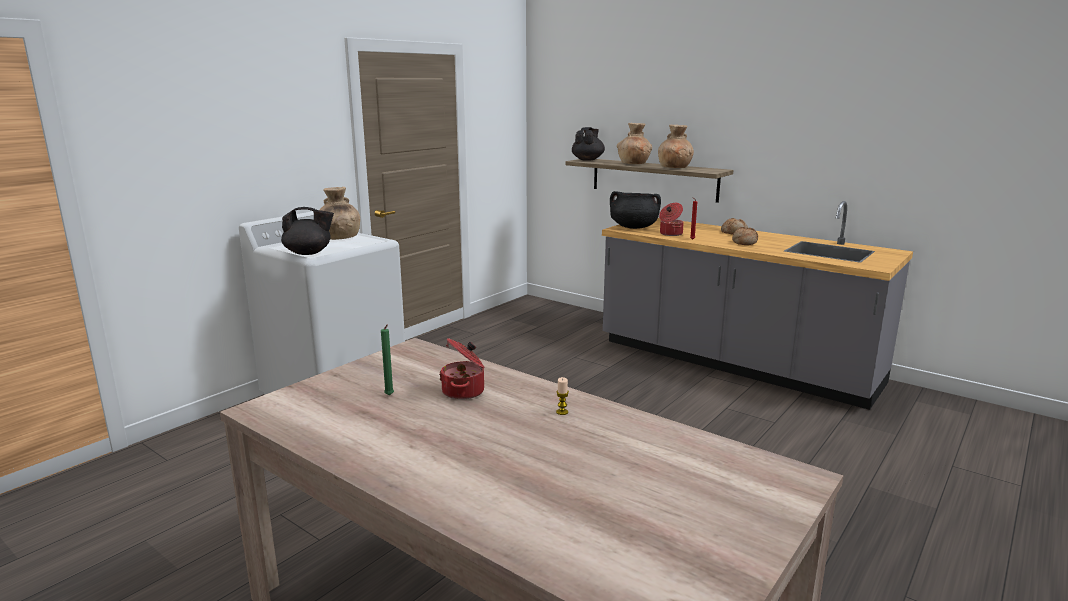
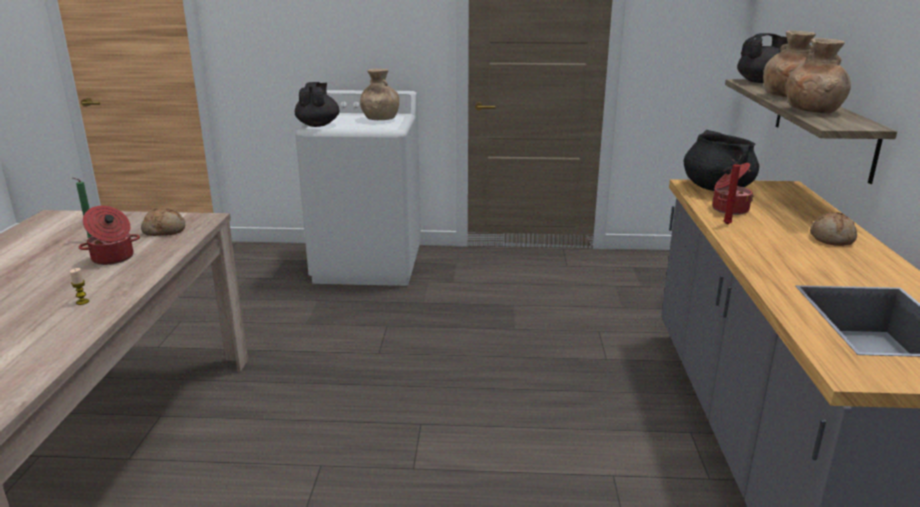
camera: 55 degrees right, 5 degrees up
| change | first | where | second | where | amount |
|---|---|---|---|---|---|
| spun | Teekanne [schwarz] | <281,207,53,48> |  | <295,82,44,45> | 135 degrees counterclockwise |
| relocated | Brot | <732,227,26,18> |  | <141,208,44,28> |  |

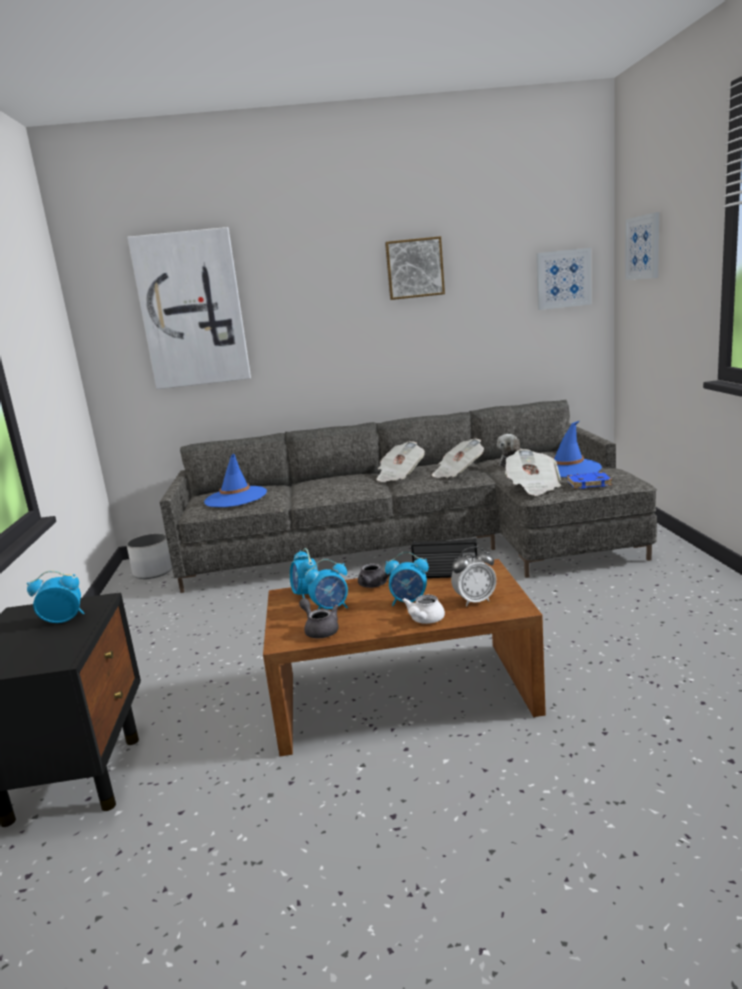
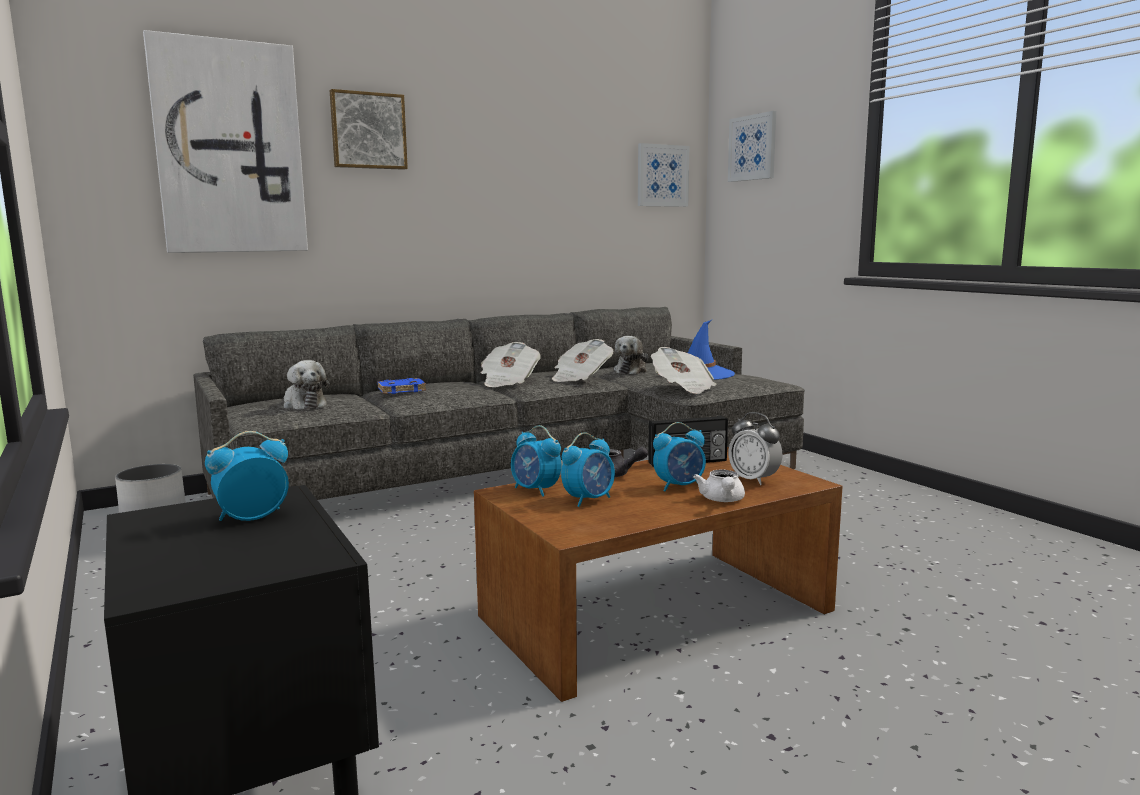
camera: 25 degrees left, 5 degrees down
| change | first | where | second | where | amount |
|---|---|---|---|---|---|
| relocated | Bild | <385,236,60,64> |  | <329,89,79,81> |  |
| exchanged | Hut [blau] | <204,454,63,53> | Plüschtier | <283,360,47,50> |  |
| relocated | Buch [blau] | <567,472,45,17> |  | <378,378,48,16> |  |
| spun | Wecker | <451,547,45,59> |  | <728,412,54,73> | 90 degrees clockwise |
| missing | Teekanne [grau] | <299,598,40,41> |  |  |  |

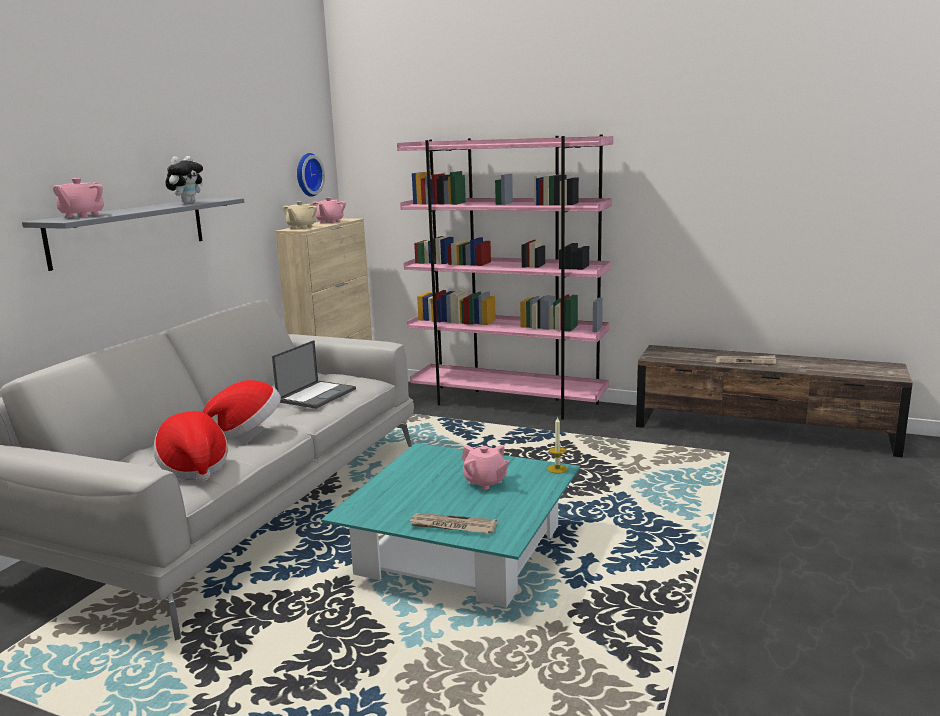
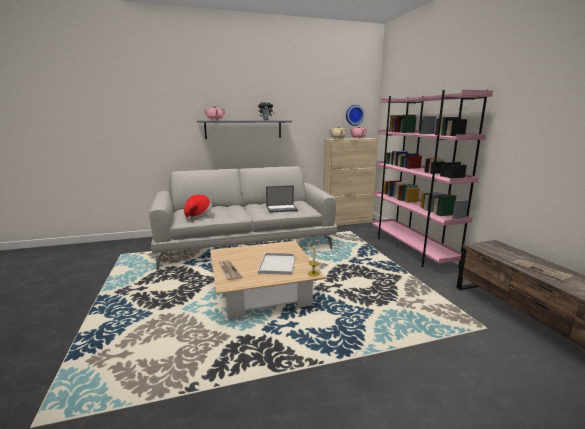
camera: 50 degrees right, 0 degrees up
| change | first | where | second | where | amount |
|---|---|---|---|---|---|
| missing | Hut | <203,380,78,58> |  |  |  |
| colour | Couchtisch [türkis] | <321,443,259,165> | Couchtisch [beige] | <210,241,116,78> |  |
| exchanged | Teekanne [rosa] | <462,445,47,45> | Tablett [weiß] | <258,253,37,22> |  |

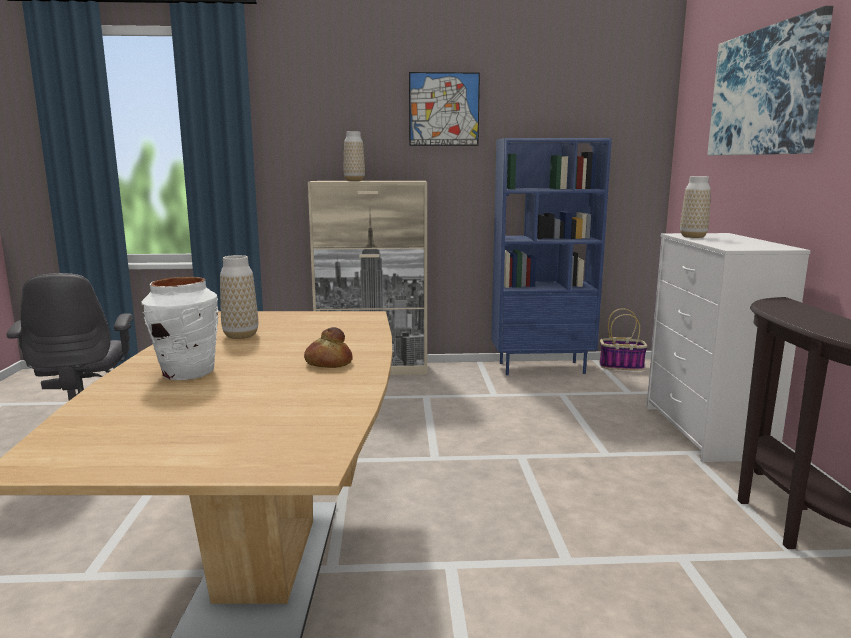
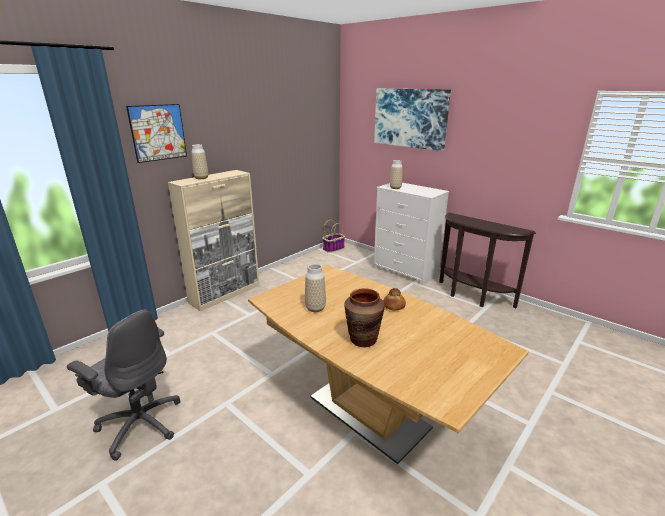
camera: 45 degrees left, 10 degrees up
| change | first | where | second | where | amount |
|---|---|---|---|---|---|
| relocated | Bild | <409,72,71,74> |  | <126,104,61,59> |  |
| missing | Bücherregal [blau] | <491,138,121,237> |  |  |  |
| colour | Vase [weiß] | <141,277,77,103> | Vase [braun] | <344,288,41,59> |  |

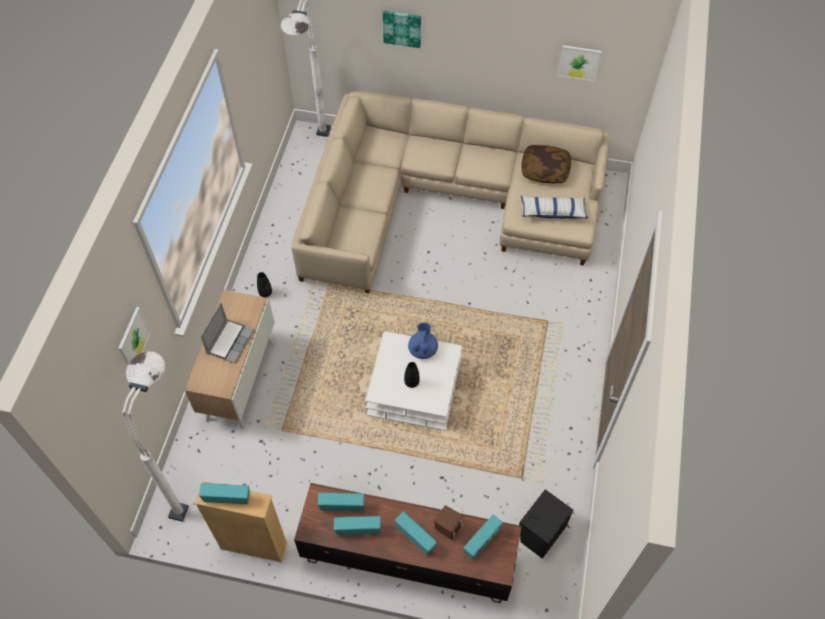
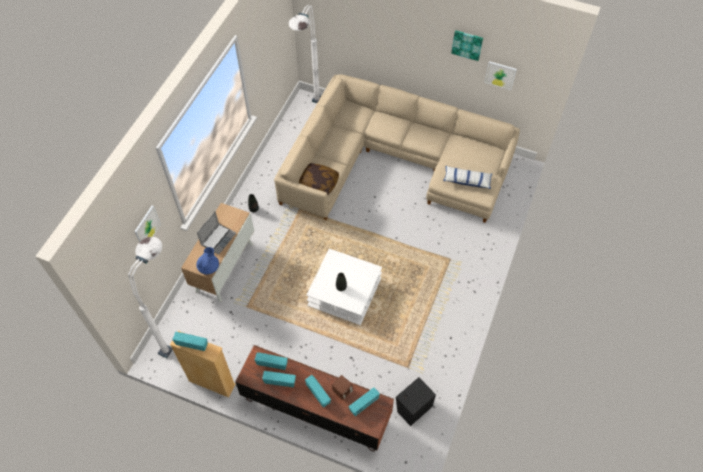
camera: 10 degrees right, 0 degrees up
| change | first | where | second | where | amount |
|---|---|---|---|---|---|
| relocated | Bild | <383,11,38,37> |  | <451,30,32,31> |  |
| relocated | Kissen | <521,145,50,38> |  | <299,163,40,32> |  |
| relocated | Teekanne [blau] | <408,323,30,36> |  | <196,247,23,27> |  |

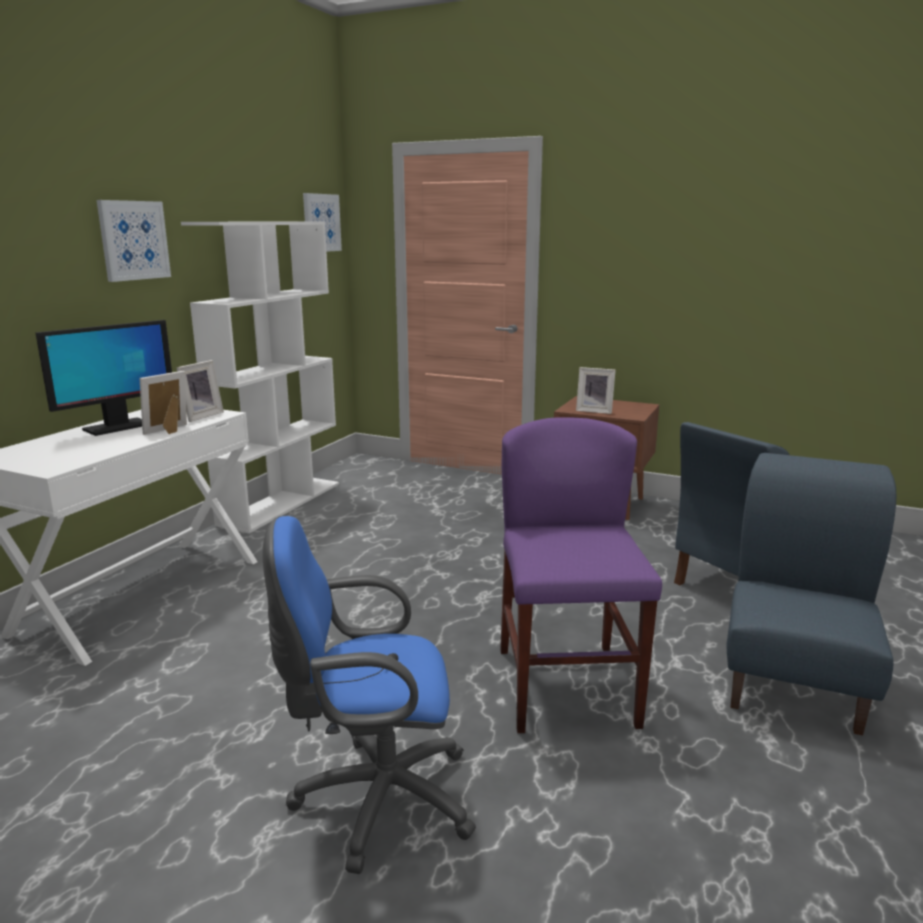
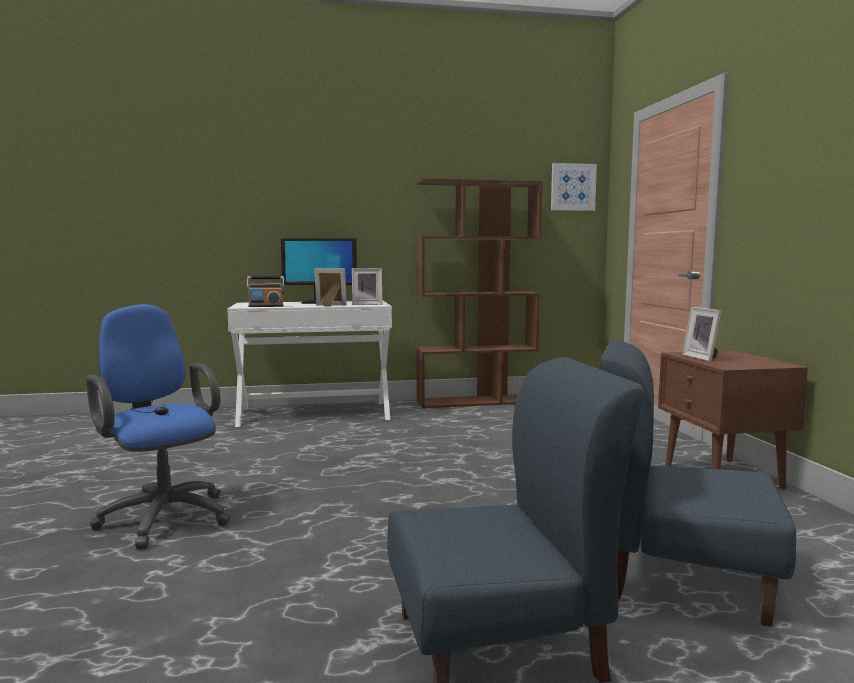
camera: 55 degrees right, 10 degrees down
| change | first | where | second | where | amount |
|---|---|---|---|---|---|
| missing | Bild | <97,200,74,82> |  |  |  |
| colour | Bücherregal [weiß] | <181,222,158,311> | Bücherregal [braun] | <416,178,127,230> |  |
| missing | Stuhl [lila] | <500,417,162,316> |  |  |  |
| appeared |  |  | Radio | <247,276,37,31> |  |

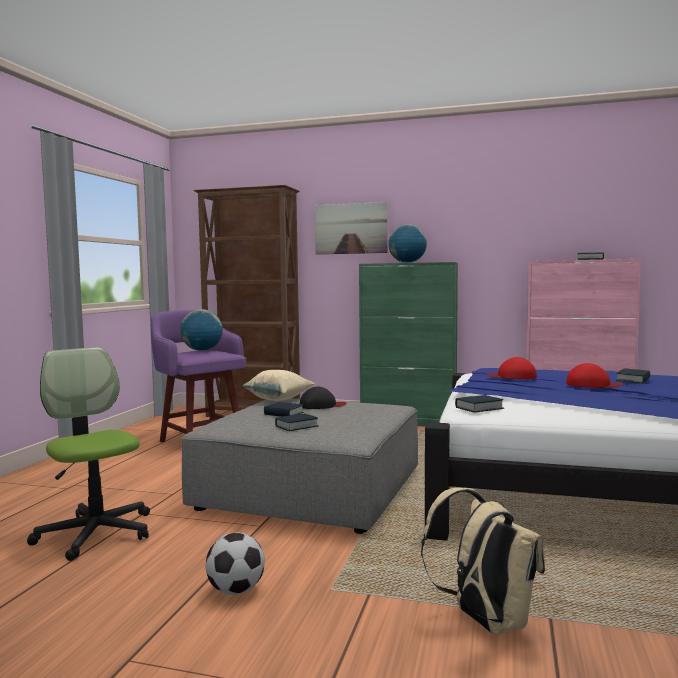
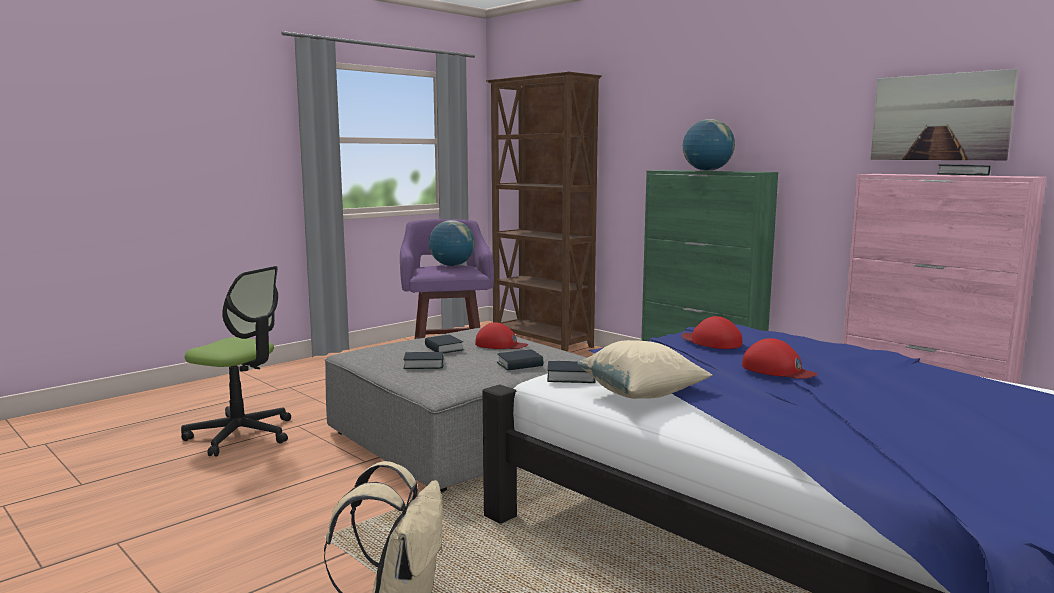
camera: 30 degrees right, 5 degrees up
| change | first | where | second | where | amount |
|---|---|---|---|---|---|
| relocated | Bild | <315,202,73,53> |  | <870,69,148,91> |  |
| spun | Bürostuhl | <27,347,123,214> |  | <181,266,110,190> | 120 degrees clockwise |
| relocated | Buch | <616,368,34,16> |  | <497,349,46,22> |  |
| relocated | Kissen [beige] | <243,370,72,31> |  | <577,340,135,59> |  |
| colour | Kappe [schwarz] | <300,387,46,22> | Kappe [rot] | <475,322,53,27> |  |
| missing | Fußball | <206,533,59,62> |  |  |  |

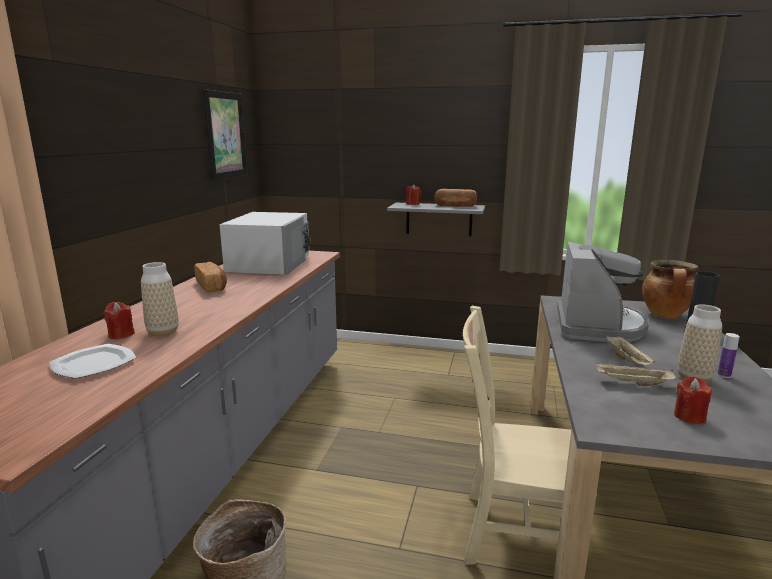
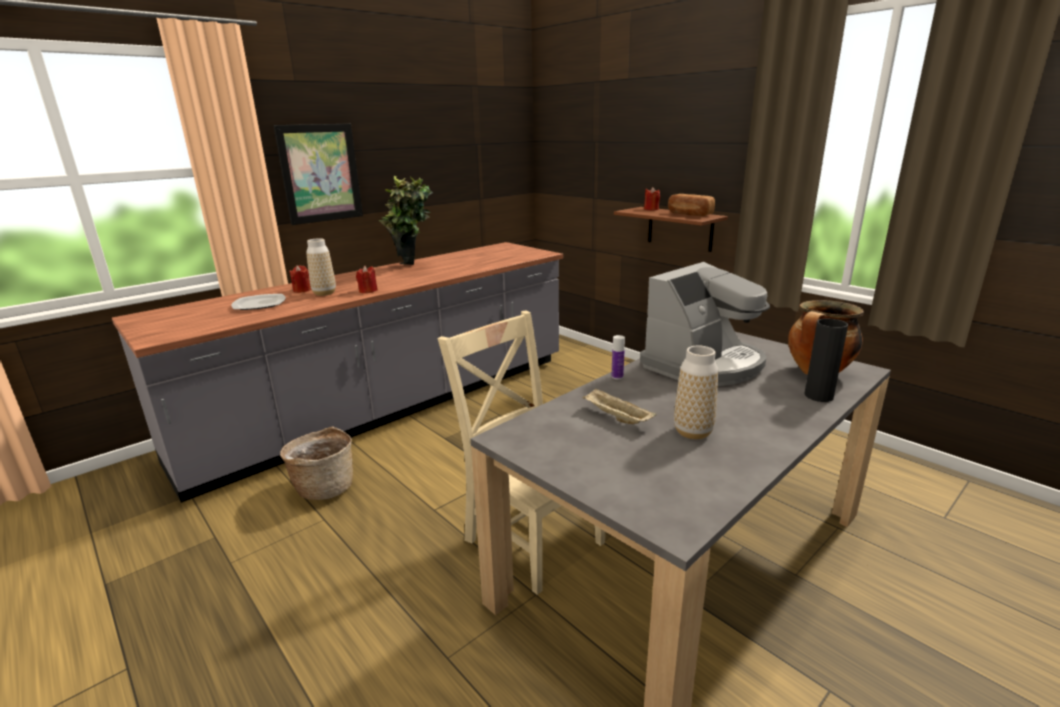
camera: 35 degrees right, 5 degrees up
| change | first | where | second | where | amount |
|---|---|---|---|---|---|
| relocated | Bild | <203,89,44,91> |  | <273,124,90,101> |  |
| colour | Wandregal [grau] | <387,203,98,34> | Wandregal [braun] | <614,207,114,45> |  |
| missing | Mikrowelle [weiß] | <219,212,92,63> |  |  |  |
| exchanged | Brot | <194,262,33,31> | Topfpflanze | <379,176,54,89> |  |
| relocated | Flasche | <717,333,23,45> |  | <611,335,14,44> |  |
| missing | Tablett [beige] | <606,336,50,29> |  |  |  |
| relocated | Kerze [rot] | <674,376,38,48> |  | <356,266,22,28> |  |

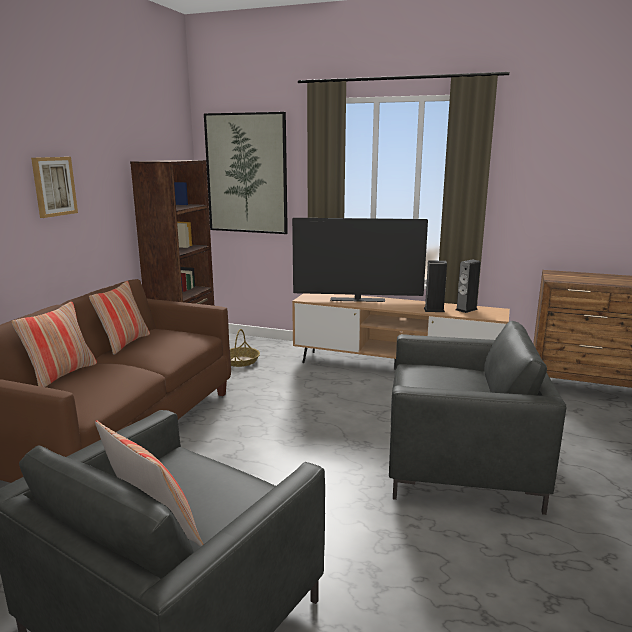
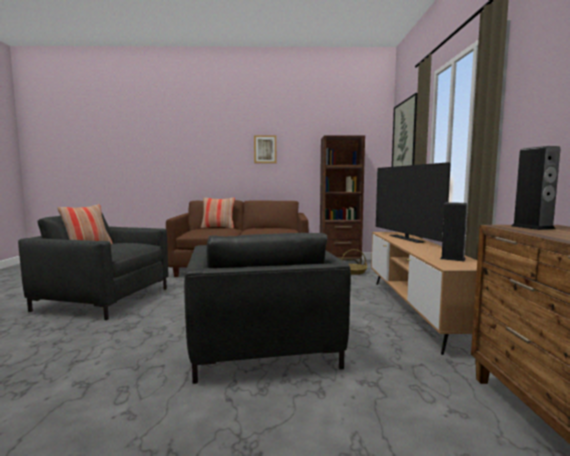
camera: 70 degrees right, 10 degrees down
| change | first | where | second | where | amount |
|---|---|---|---|---|---|
| relocated | Lautsprecher | <424,260,23,52> |  | <511,146,49,84> |  |
| missing | Kissen | <89,281,61,74> |  |  |  |

